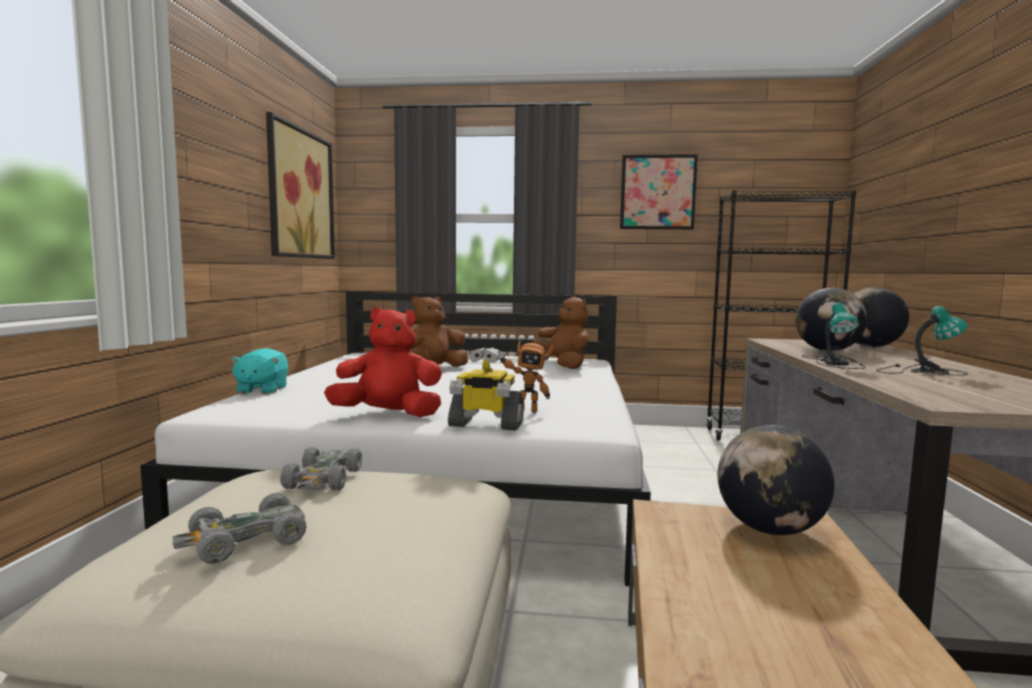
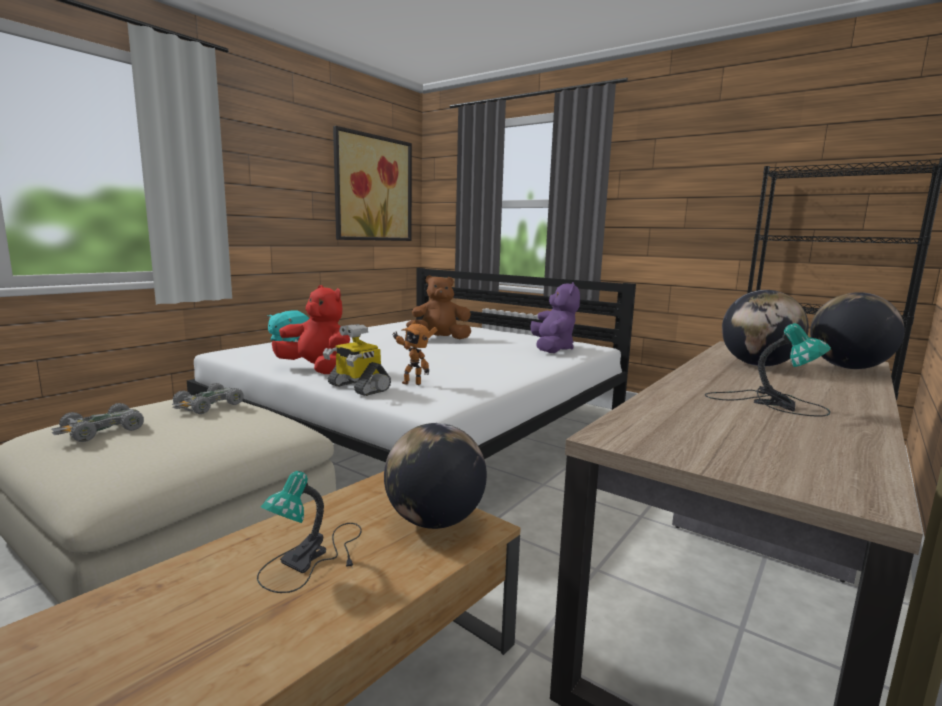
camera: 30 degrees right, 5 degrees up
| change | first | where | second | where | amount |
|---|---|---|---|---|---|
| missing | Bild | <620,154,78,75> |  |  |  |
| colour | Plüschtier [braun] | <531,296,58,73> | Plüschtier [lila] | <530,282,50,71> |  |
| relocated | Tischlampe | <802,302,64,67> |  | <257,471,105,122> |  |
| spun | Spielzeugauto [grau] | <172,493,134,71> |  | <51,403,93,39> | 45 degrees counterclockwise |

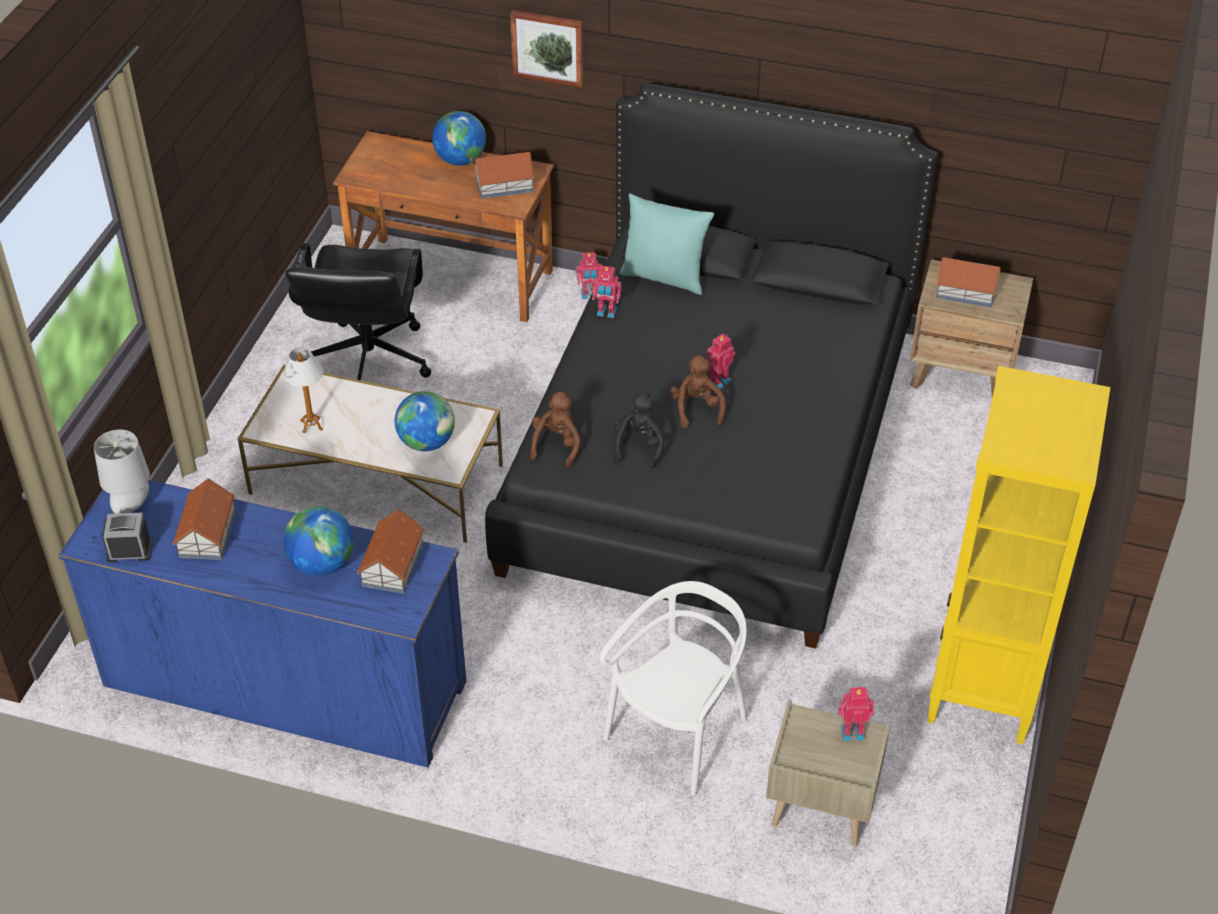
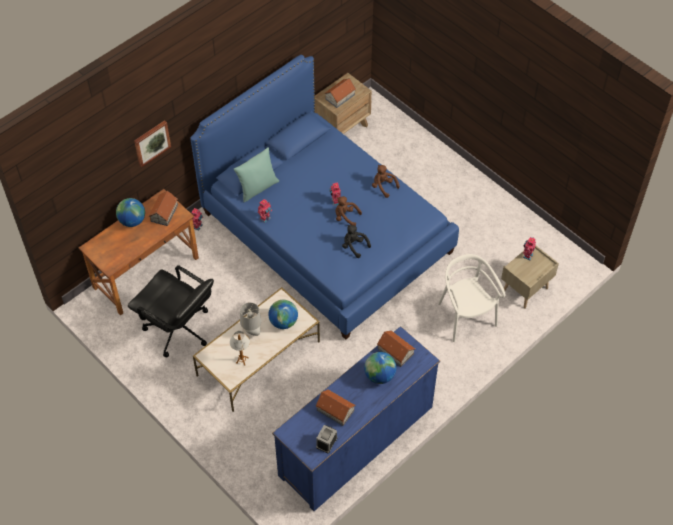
camera: 60 degrees left, 10 degrees up
| change | first | where | second | where | amount |
|---|---|---|---|---|---|
| colour | Bett [schwarz] | <485,83,453,566> | Bett [blau] | <190,55,269,285> |  |
| missing | Bücherregal [gelb] | <927,366,184,379> |  |  |  |
| relocated | Plüschtier [braun] | <530,392,51,76> |  | <372,165,28,33> |  |
| relocated | Tischlampe [grau] | <94,430,56,84> |  | <240,302,22,34> |  |

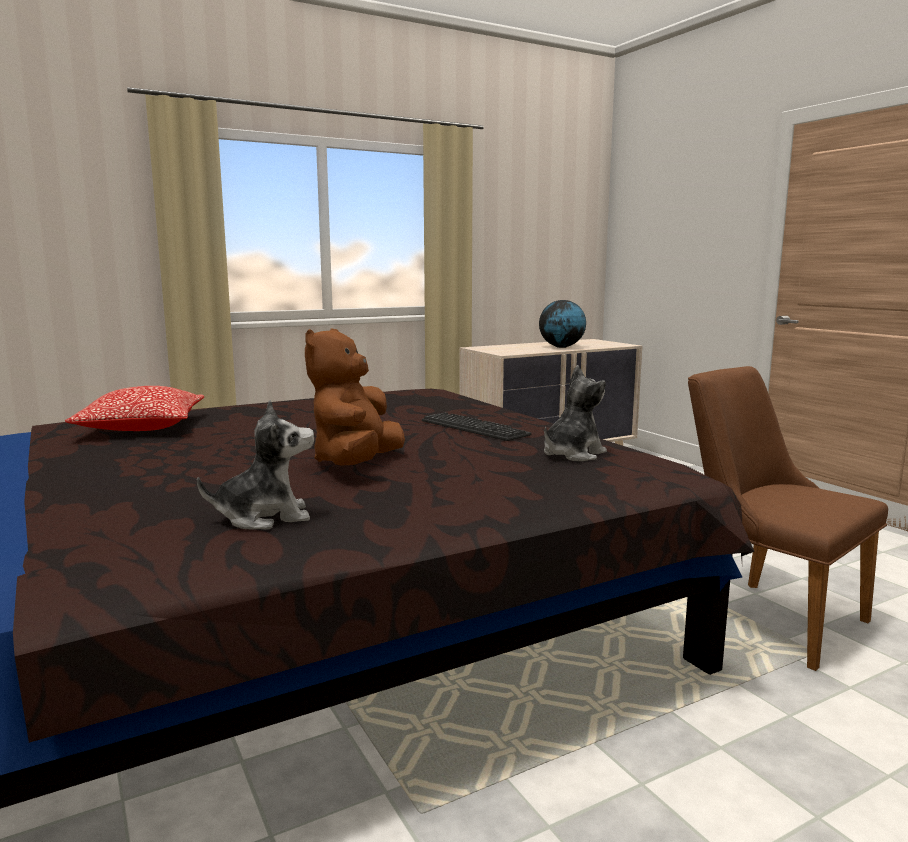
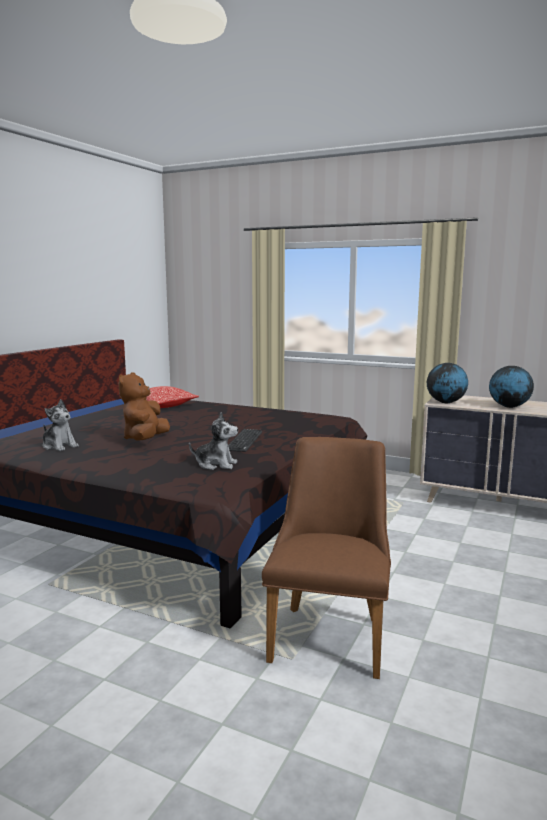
camera: 55 degrees right, 0 degrees up
| change | first | where | second | where | amount |
|---|---|---|---|---|---|
| spun | Plüschtier [braun] | <305,328,100,138> |  | <118,372,52,69> | 60 degrees counterclockwise |
| appeared |  |  | Globus | <427,363,41,40> |  |

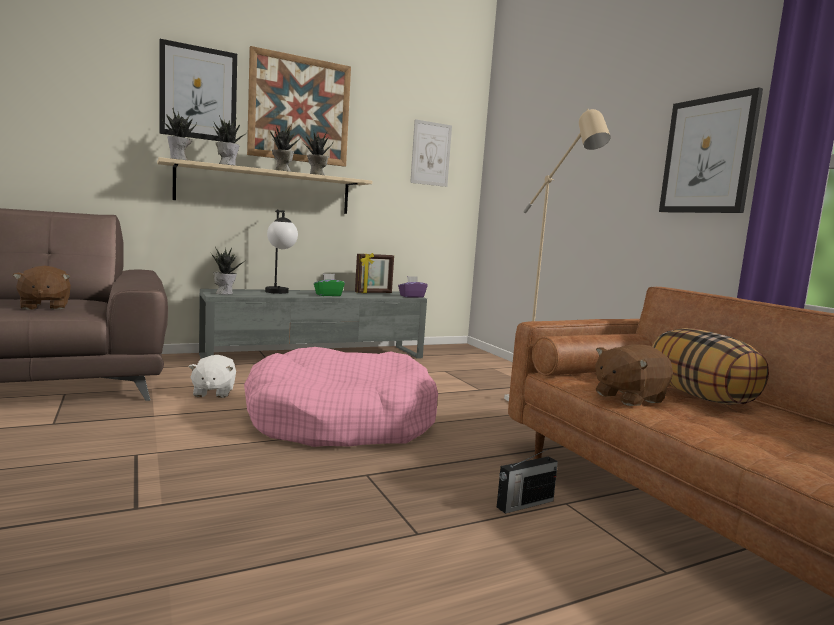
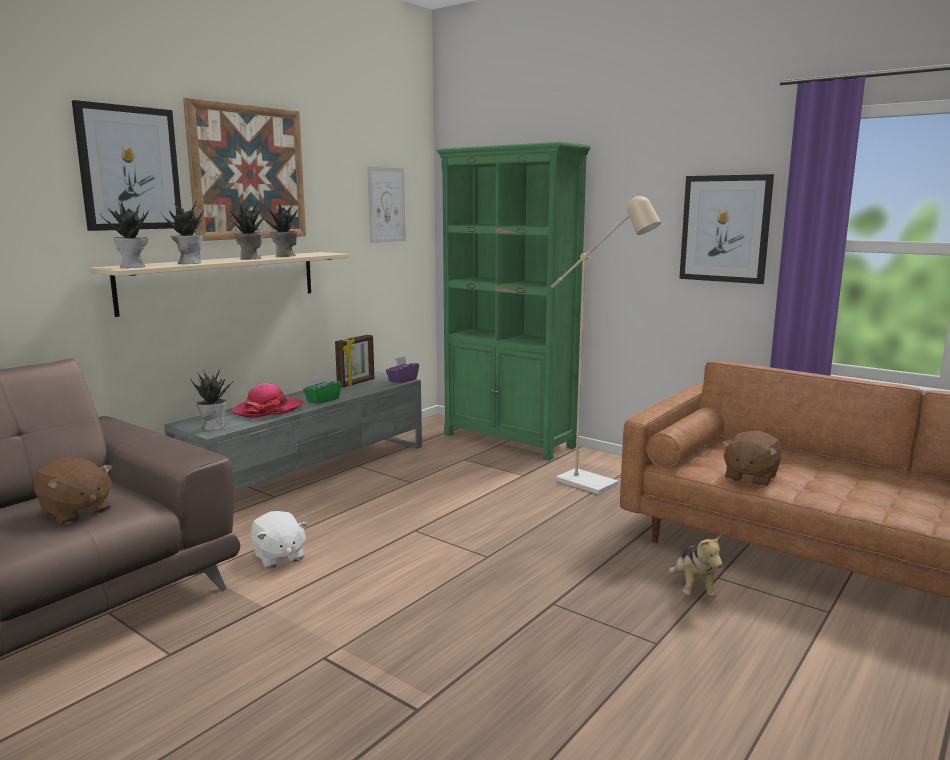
camera: 25 degrees left, 5 degrees up
| change | first | where | second | where | amount |
|---|---|---|---|---|---|
| exchanged | Tischlampe | <265,210,33,84> | Hut | <232,383,71,35> |  |
| missing | Kissen | <652,328,117,77> |  |  |  |
| missing | Hundebett [rosa] | <244,347,194,100> |  |  |  |
| exchanged | Radio | <497,449,61,65> | Plüschtier | <669,534,53,64> |  |
| appeared |  |  | Bücherregal [grün] | <437,142,154,319> |  |

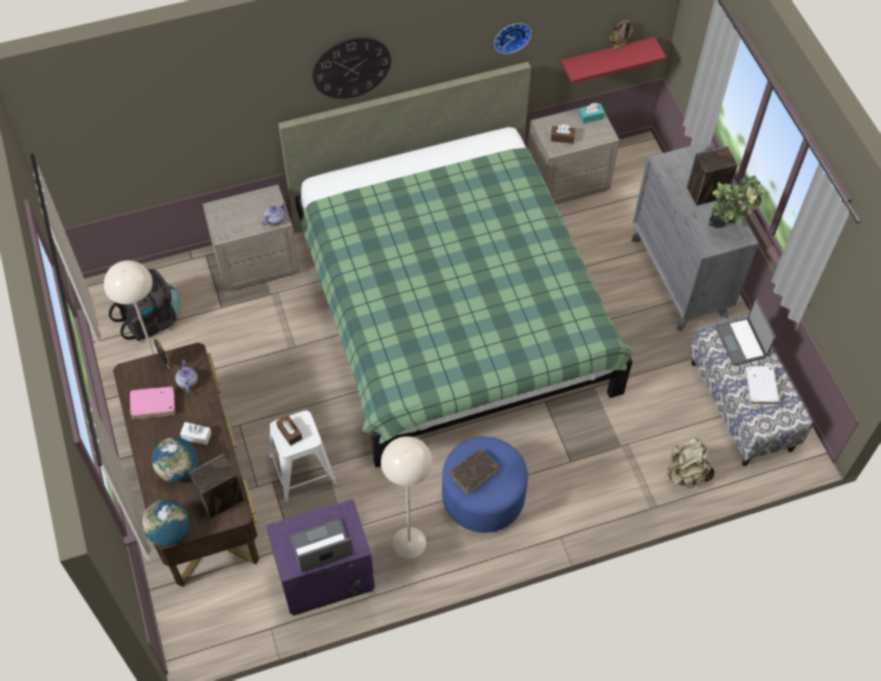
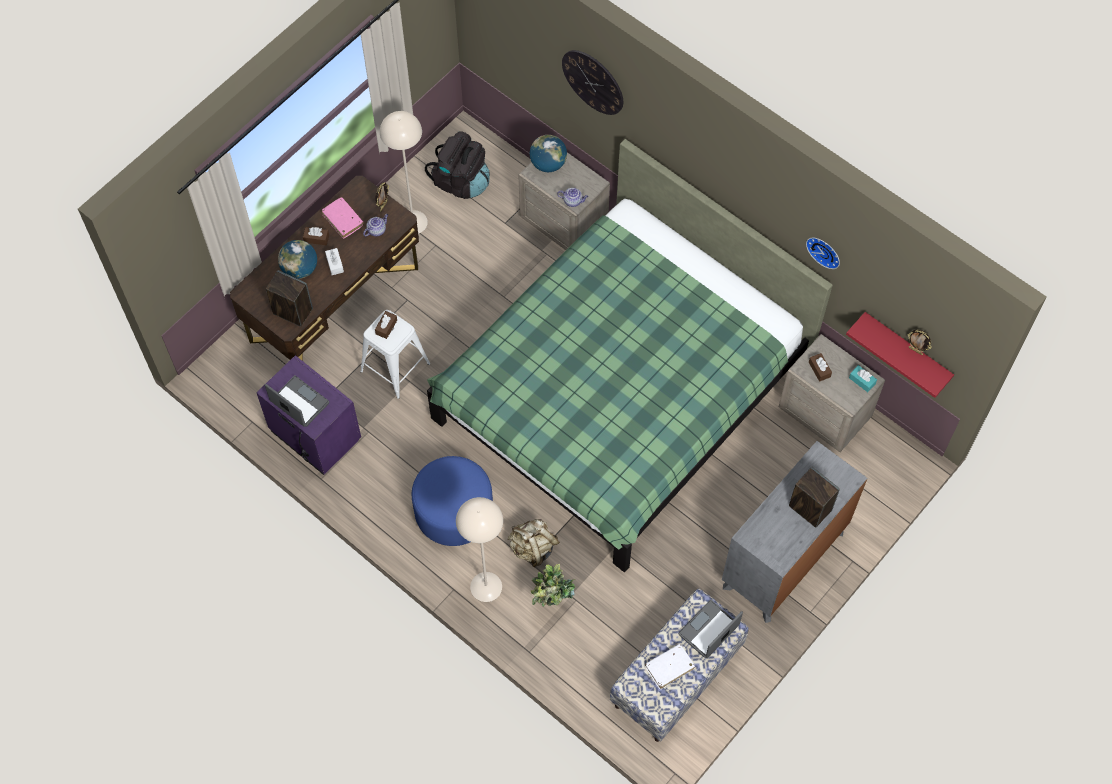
camera: 60 degrees right, 5 degrees up
| change | first | where | second | where | amount |
|---|---|---|---|---|---|
| relocated | Wanduhr | <312,37,79,62> |  | <562,50,61,65> |  |
| relocated | Topfpflanze | <709,174,61,54> |  | <531,564,45,43> |  |
| relocated | Stehlampe [beige] | <381,436,52,123> |  | <456,497,47,105> |  |
| relocated | Rucksack [beige] | <666,437,49,51> |  | <508,519,52,48> |  |
| missing | Buch [braun] | <449,449,50,46> |  |  |  |
| relocated | Globus | <142,499,47,47> |  | <530,135,37,37> |  |
| appeared |  |  | Taschentuchbox [braun] | <303,227,26,19> |  |

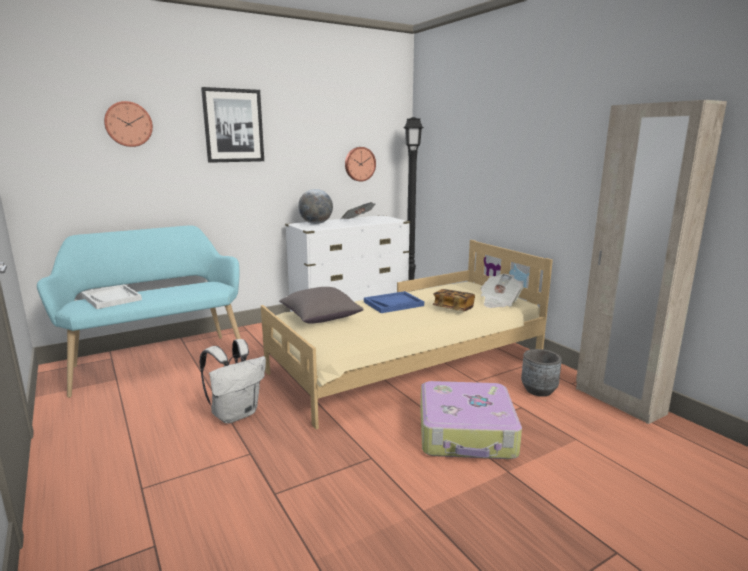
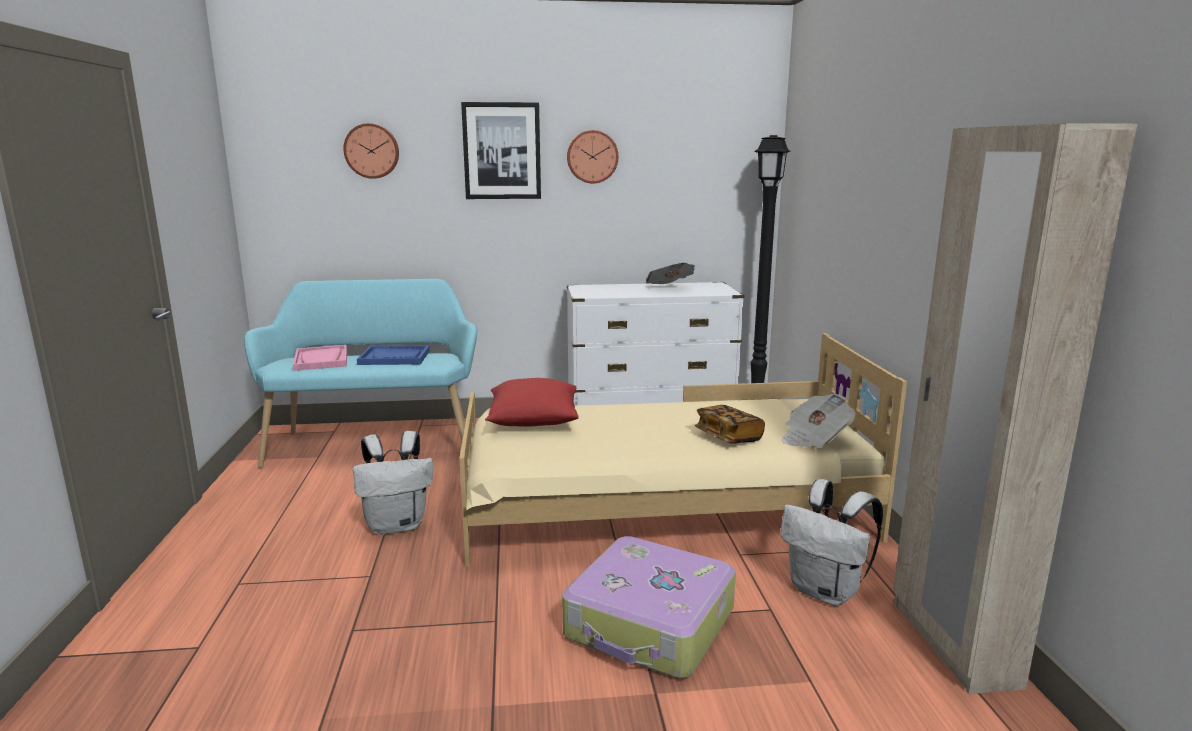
camera: 25 degrees right, 0 degrees up
| change | first | where | second | where | amount |
|---|---|---|---|---|---|
| relocated | Wanduhr | <345,147,31,35> |  | <567,130,51,53> |  |
| missing | Globus | <298,189,35,35> |  |  |  |
| colour | Tablett [weiß] | <81,284,61,25> | Tablett [rosa] | <293,345,54,26> |  |
| colour | Kissen [grau] | <279,287,85,37> | Kissen [rot] | <485,378,94,49> |  |
| relocated | Tablett [blau] | <364,291,60,22> |  | <357,346,73,19> |  |
| exchanged | Pflanzkübel [grau] | <521,349,41,48> | Rucksack [weiß] | <780,479,103,127> |  |

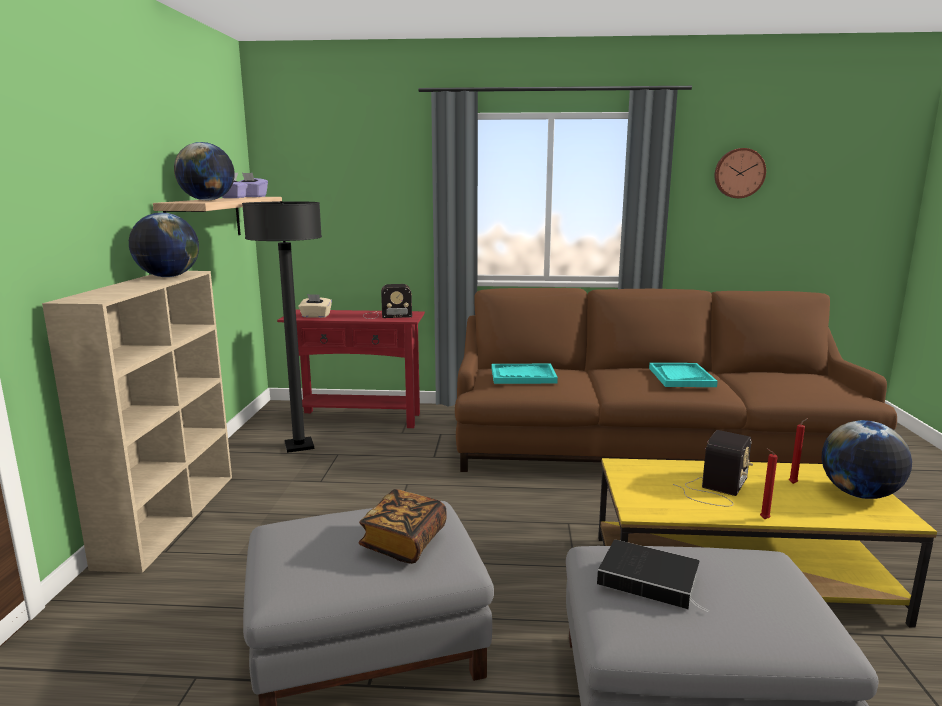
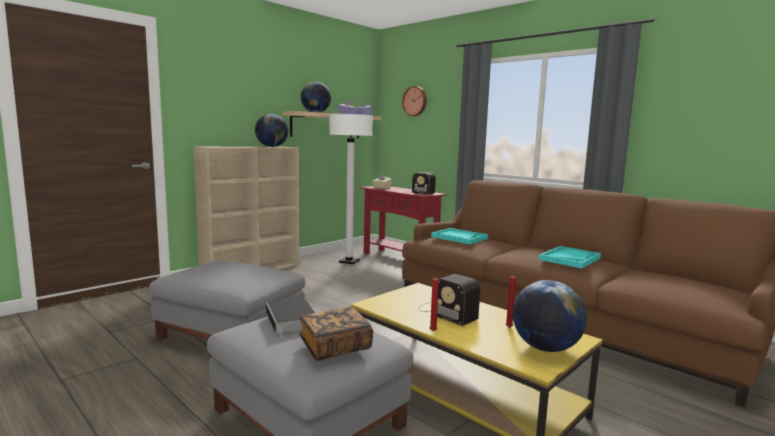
camera: 40 degrees right, 5 degrees down
| change | first | where | second | where | amount |
|---|---|---|---|---|---|
| relocated | Wanduhr | <715,148,51,50> |  | <402,86,25,30> |  |
| colour | Stehlampe [schwarz] | <242,201,80,252> | Stehlampe [weiß] | <329,114,44,150> |  |
| spun | Radio | <673,430,80,76> |  | <418,274,62,52> | 60 degrees clockwise |
| relocated | Buch | <358,489,88,75> |  | <299,307,74,54> |  |

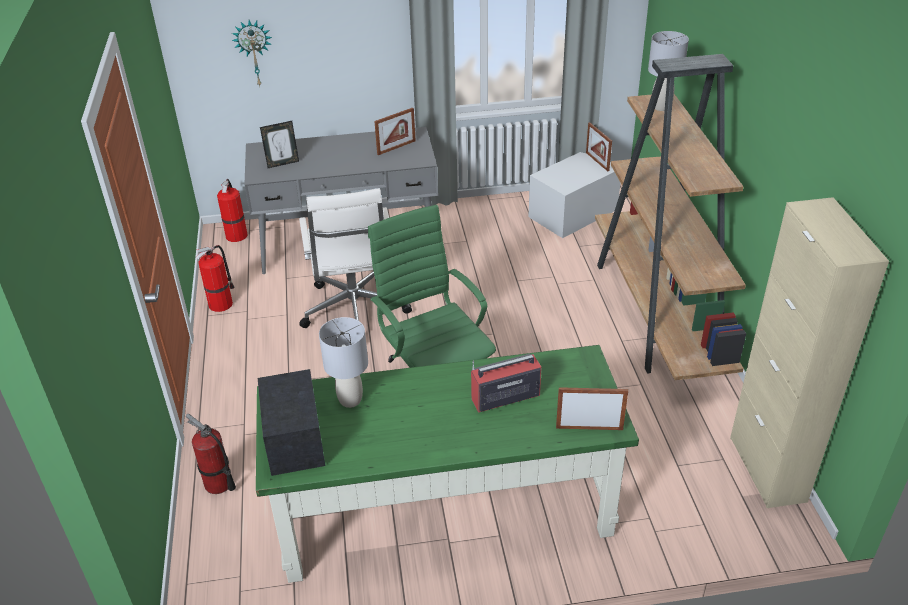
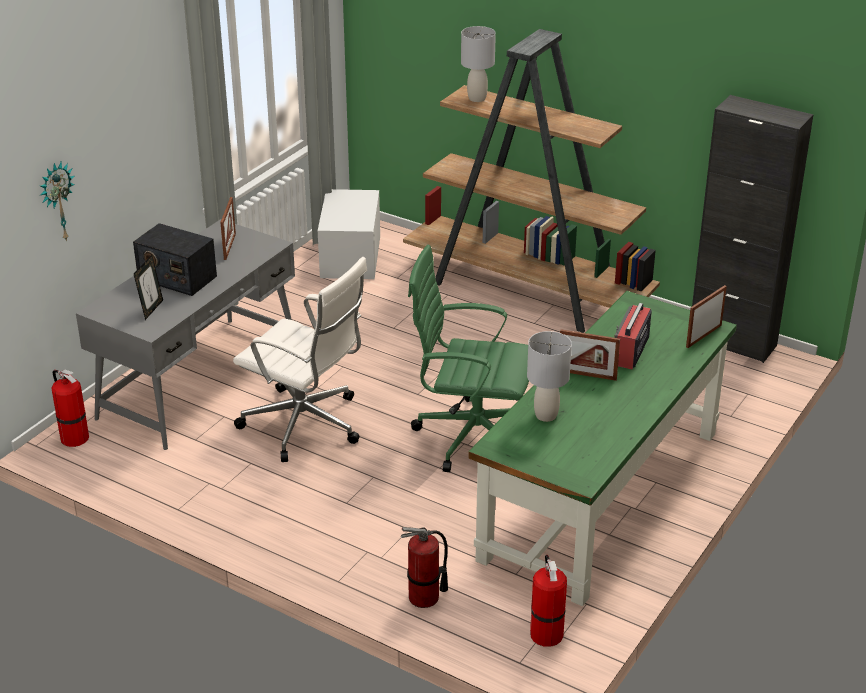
camera: 50 degrees left, 5 degrees down
| change | first | where | second | where | amount |
|---|---|---|---|---|---|
| relocated | Bilderrahmen | <586,122,26,49> |  | <560,329,60,52> |  |
| colour | Schrank [beige] | <730,197,159,311> | Schrank [schwarz] | <692,95,121,268> |  |
| relocated | Feuerlöscher | <196,245,38,67> |  | <530,555,37,92> |  |
| relocated | Radio | <258,369,67,107> |  | <133,223,84,73> |  |

